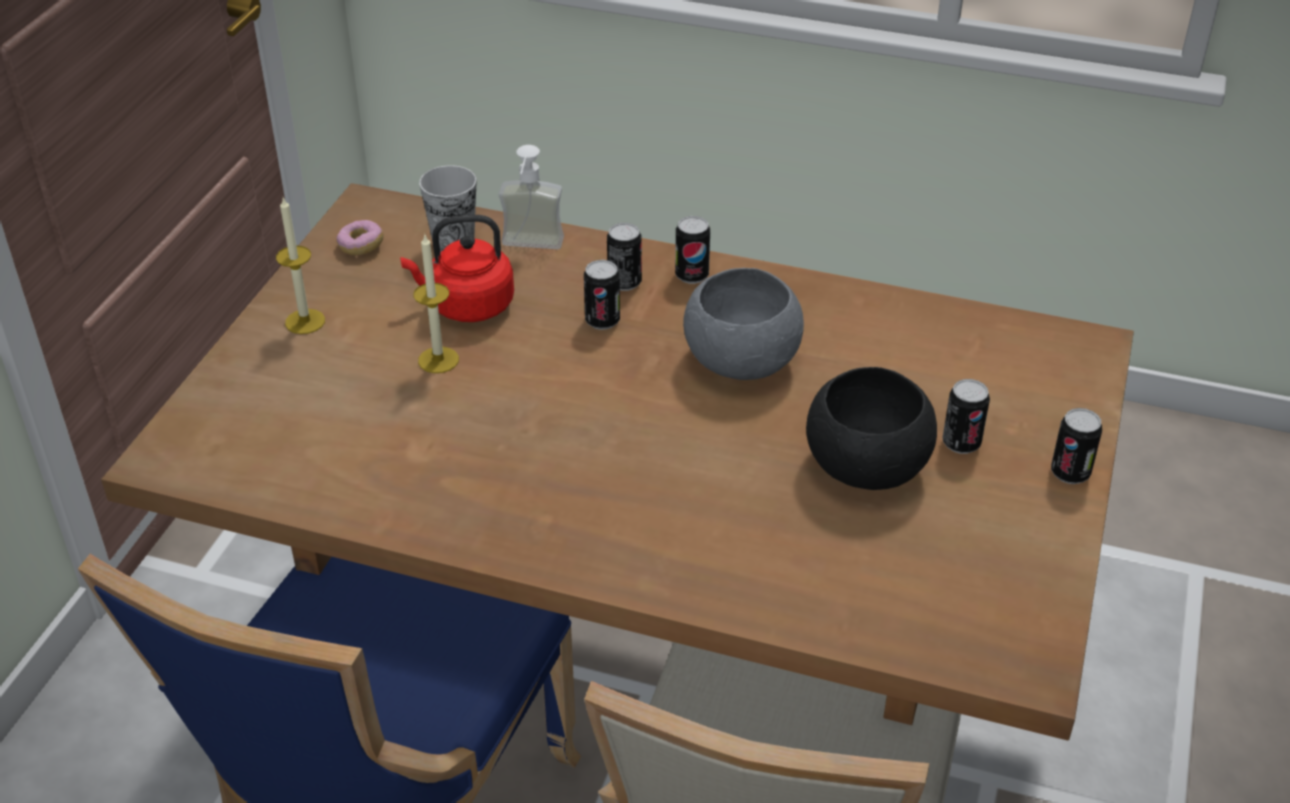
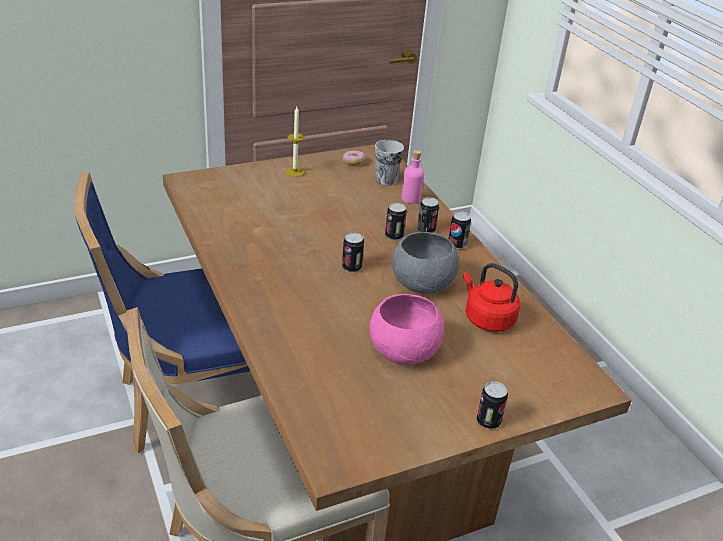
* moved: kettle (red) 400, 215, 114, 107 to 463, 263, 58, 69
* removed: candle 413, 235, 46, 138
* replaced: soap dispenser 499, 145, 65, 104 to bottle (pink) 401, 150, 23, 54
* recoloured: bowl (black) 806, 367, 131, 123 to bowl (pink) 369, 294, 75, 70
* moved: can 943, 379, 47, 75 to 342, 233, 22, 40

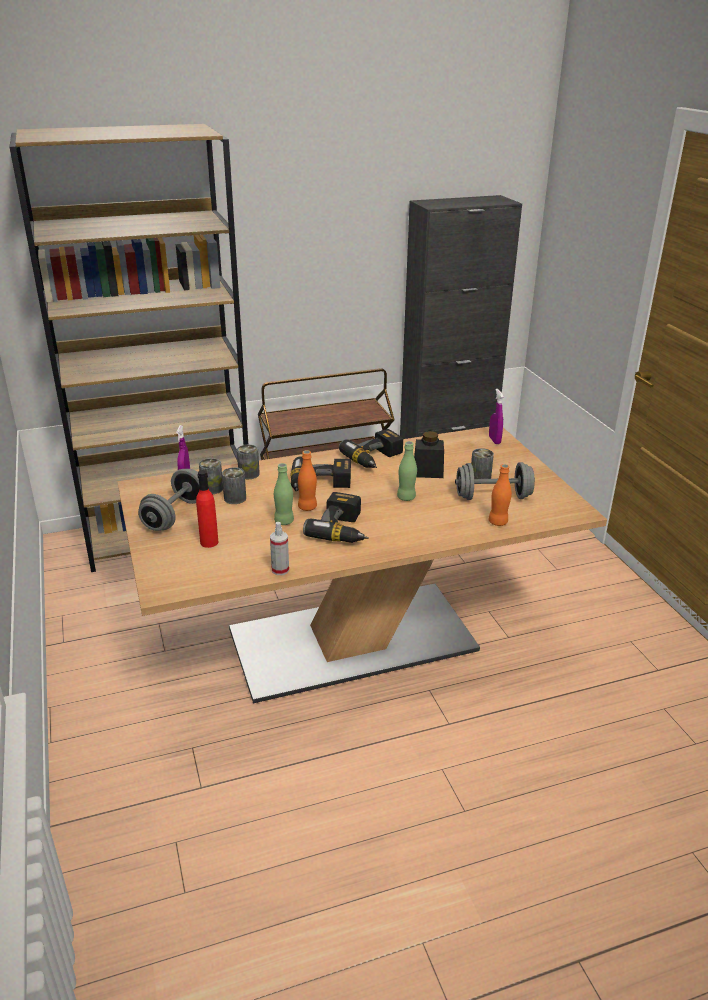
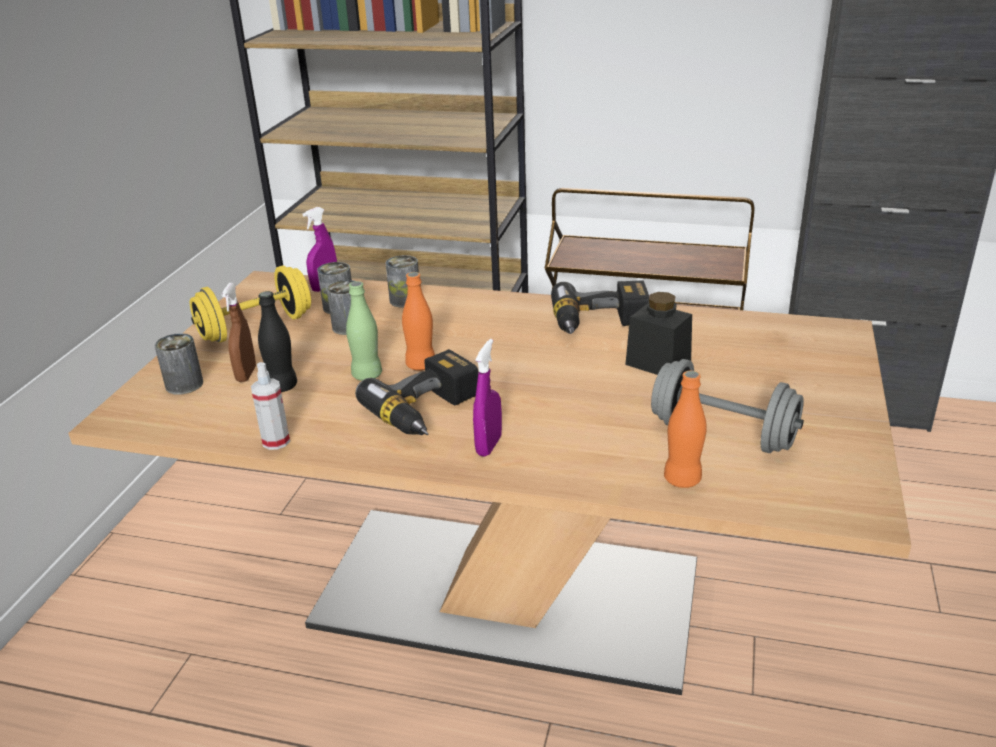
* recoloured: dumbbell (grey) 138, 469, 61, 62 to dumbbell (yellow) 190, 265, 121, 78
* replaced: bottle (red) 196, 470, 22, 78 to spray bottle (brown) 221, 283, 35, 99
* removed: power drill 290, 456, 61, 36
* removed: bottle (green) 397, 441, 20, 60
* moved: can 471, 448, 23, 31 to 155, 333, 48, 62
* moved: spray bottle (purple) 489, 389, 14, 55 to 473, 339, 29, 118
* added: bottle (black) 258, 291, 39, 101

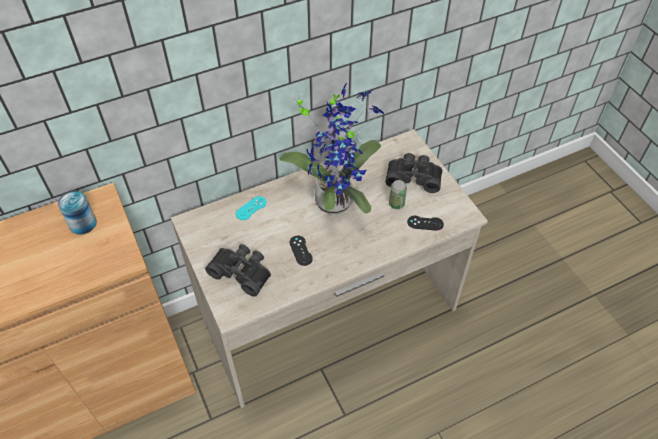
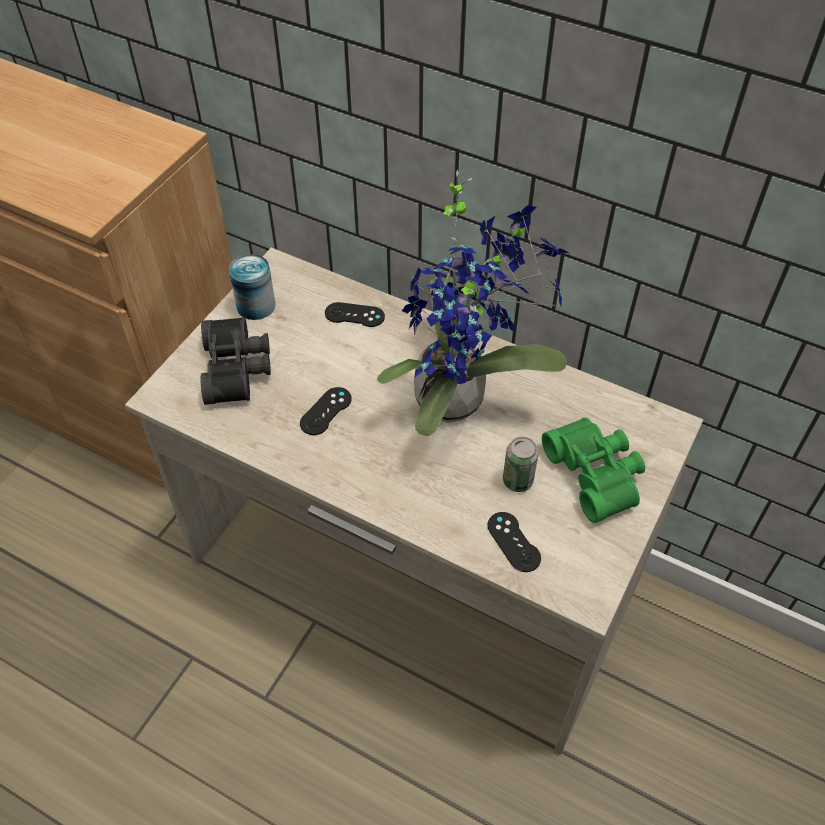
* moved: can 58, 191, 39, 44 to 229, 254, 46, 66
* recoloured: game controller (turquoise) 236, 196, 31, 24 to game controller (black) 325, 302, 60, 25
* recoloured: binoculars (black) 385, 153, 57, 40 to binoculars (green) 542, 417, 103, 106

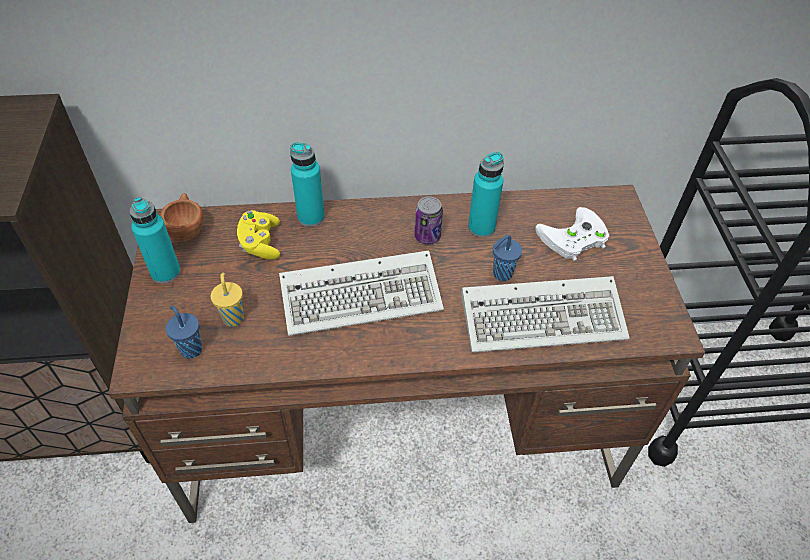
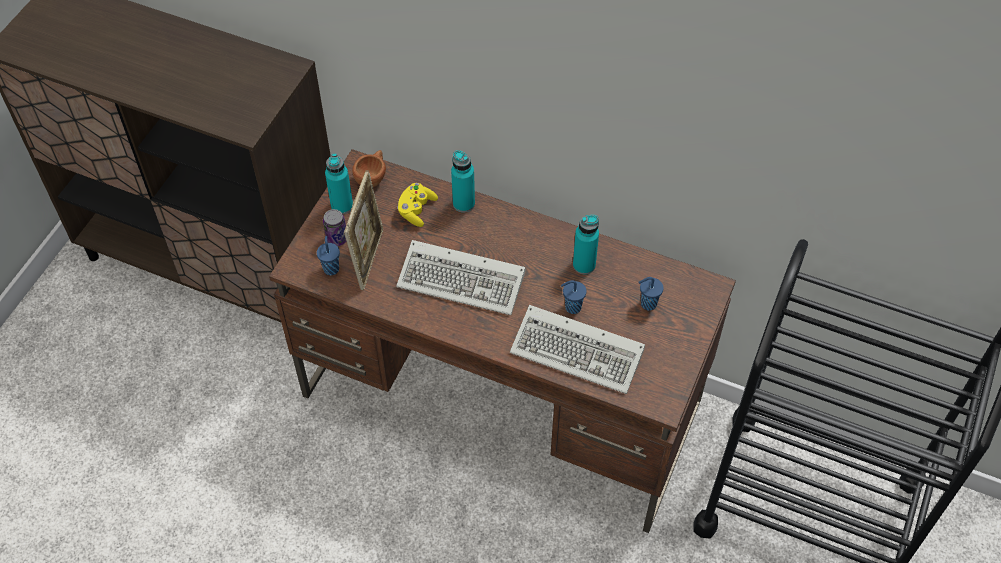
* replaced: cup (yellow) 210, 272, 34, 55 to picture frame 344, 170, 40, 120
* moved: can 414, 196, 29, 49 to 323, 209, 23, 37
* replaced: game controller (white) 536, 207, 73, 54 to cup (blue) 638, 277, 26, 34

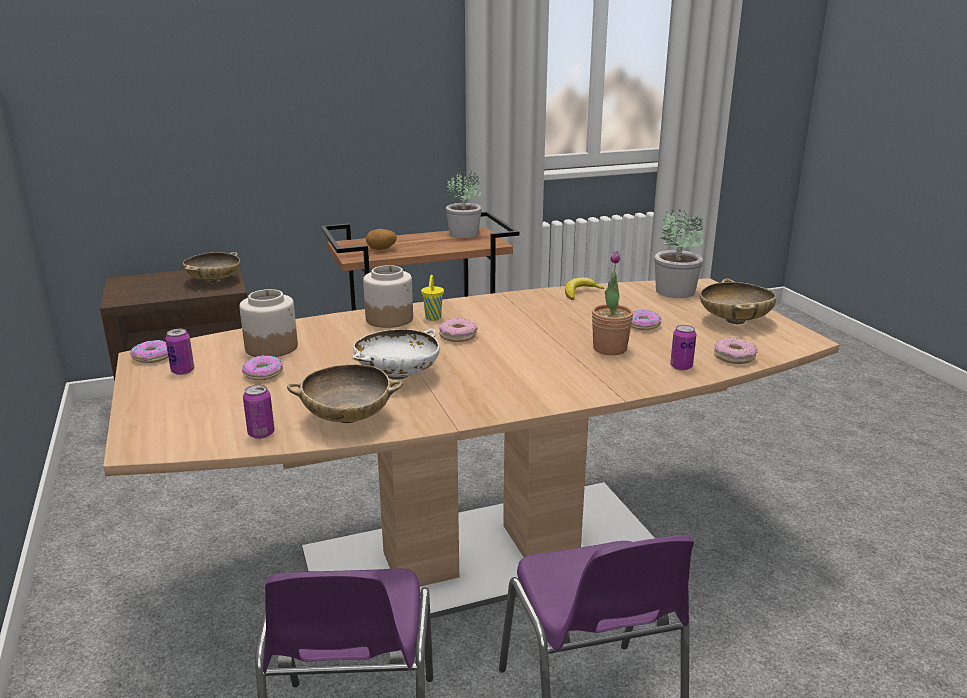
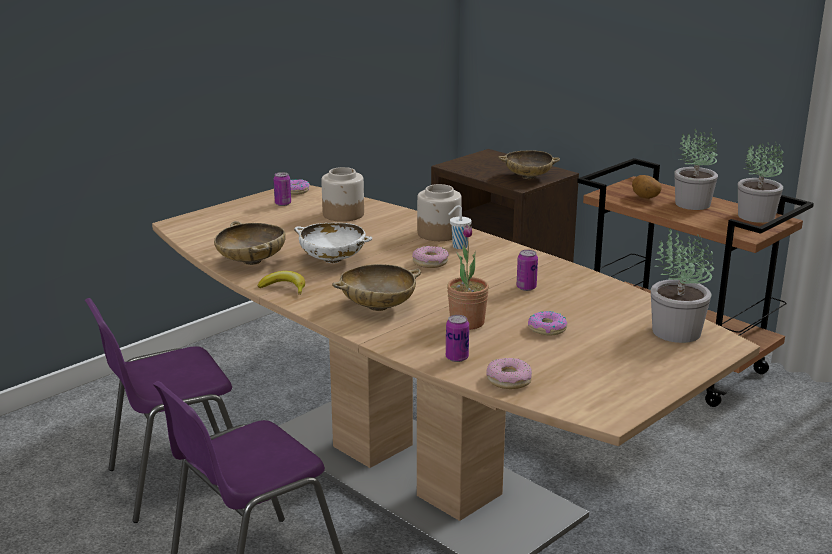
* removed: donut 242, 355, 41, 25
* moved: can 243, 385, 31, 54 to 517, 250, 21, 41
* recoloured: cup (yellow) 421, 275, 23, 46 to cup (white) 449, 205, 22, 44
* moved: banana 565, 277, 40, 23 to 258, 271, 47, 24
* moved: bowl (beige) 700, 279, 76, 45 to 332, 264, 89, 47
* added: potted plant 674, 128, 44, 82

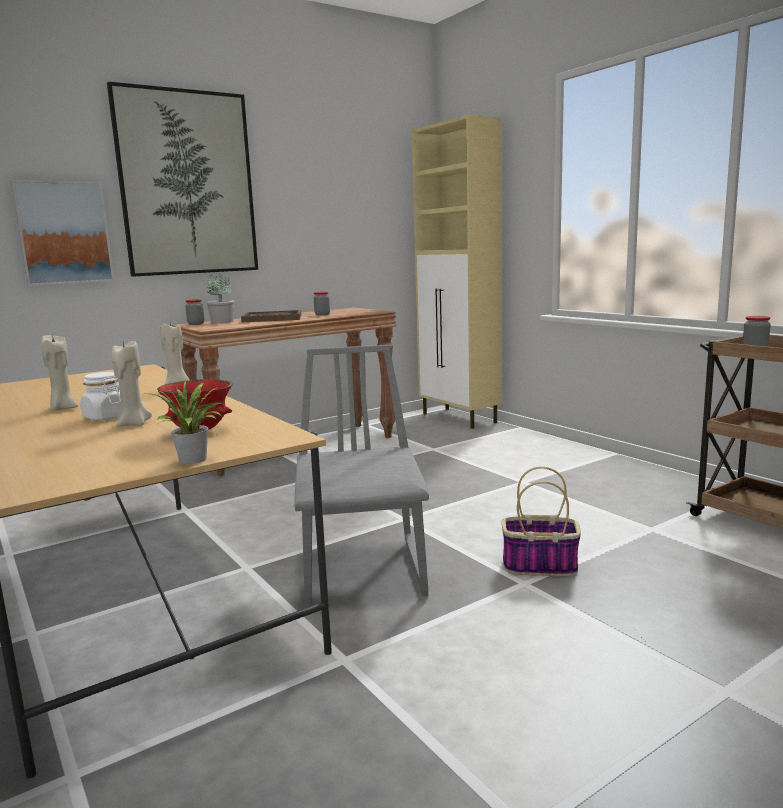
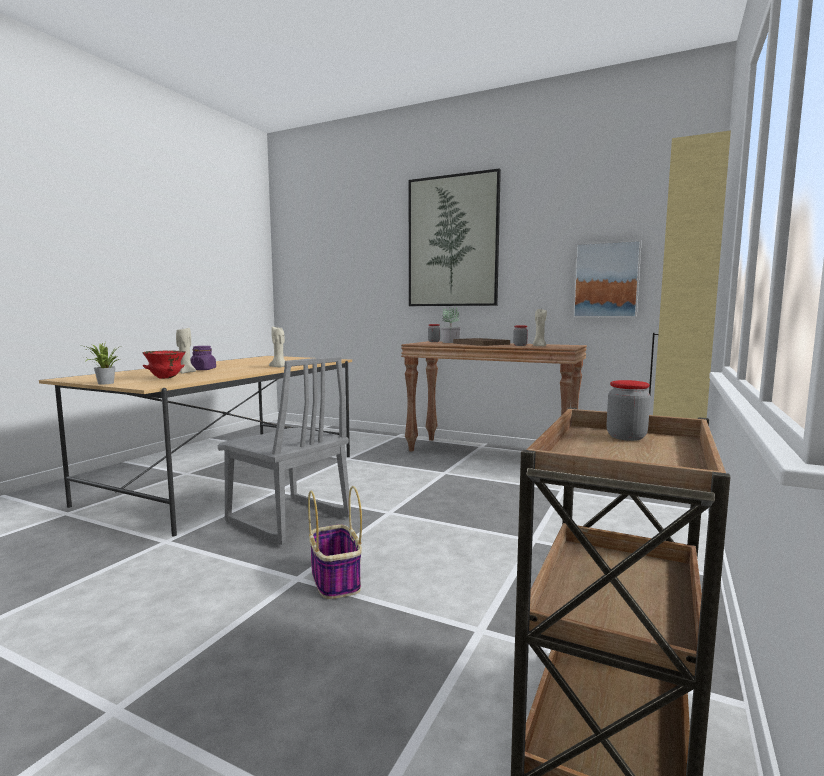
* moved: picture 11, 180, 104, 106 to 573, 240, 69, 78
* moved: candle (beige) 41, 334, 37, 76 to 533, 309, 14, 37
* recoloured: jar (white) 80, 372, 41, 48 to jar (purple) 190, 346, 26, 24
* turned: chair (grey) 294, 345, 135, 262 = 218, 356, 131, 189 75 degrees clockwise

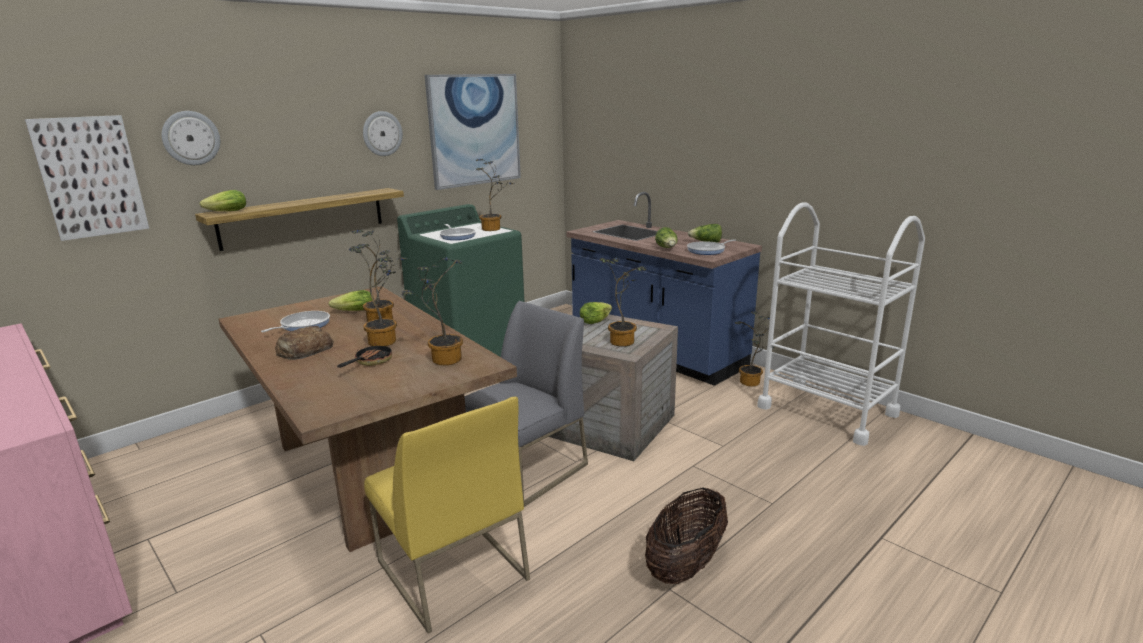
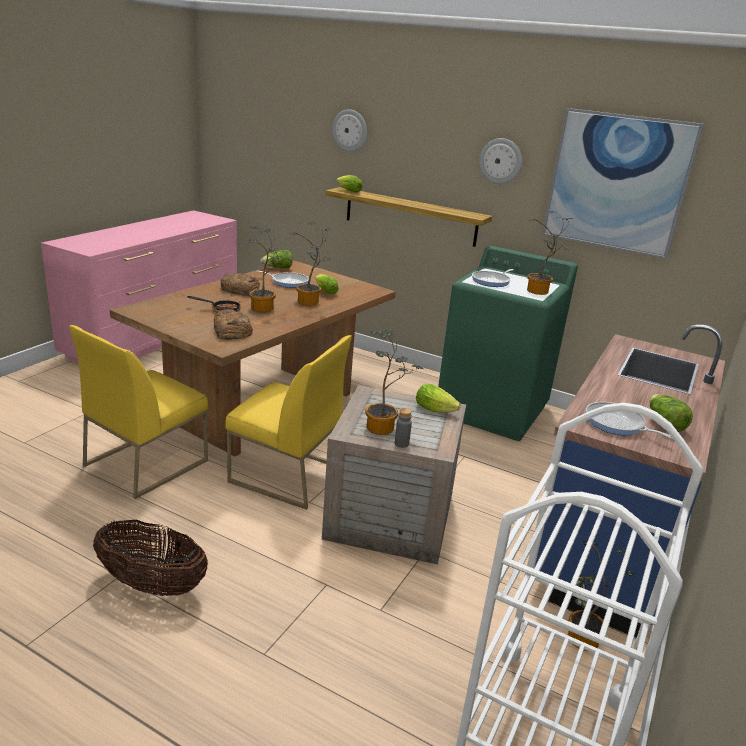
* removed: picture 25, 115, 124, 126
* replaced: potted plant 402, 258, 61, 107 to bread 214, 309, 39, 31
* recoloured: chair (grey) 464, 301, 124, 206 to chair (yellow) 225, 335, 127, 175
* moved: lettuce 655, 227, 23, 21 to 260, 250, 33, 18
* added: bottle (grey) 395, 408, 17, 40

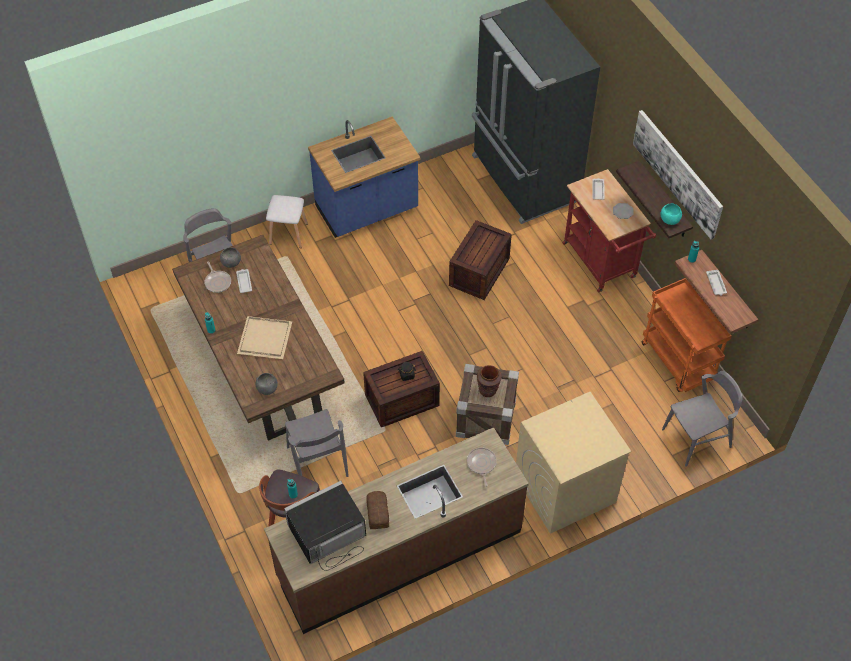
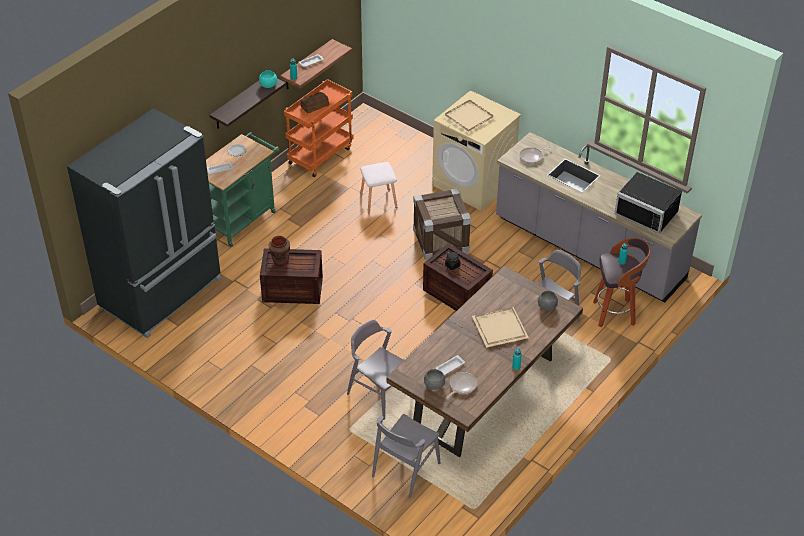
* recoloured: counter (brown) 264, 427, 265, 207 to counter (grey) 496, 132, 206, 171
* moved: stool (white) 266, 195, 42, 53 to 360, 162, 37, 52
* removed: counter (blue) 308, 116, 112, 122
* moved: bread 366, 491, 23, 38 to 301, 92, 28, 21
* moved: vase (brown) 477, 365, 25, 32 to 269, 236, 21, 31
* recoloured: cart (red) 563, 169, 93, 123 to cart (green) 206, 132, 73, 115
* removed: picture 633, 110, 90, 130
* moved: chair (grey) 662, 371, 81, 96 to 347, 320, 57, 100
* added: tray (beige) 442, 100, 55, 34

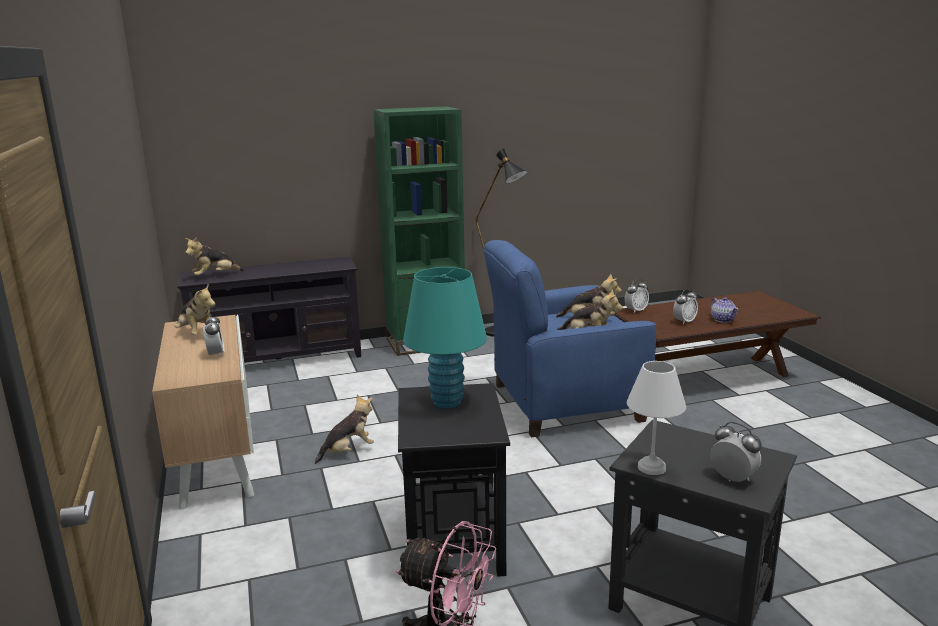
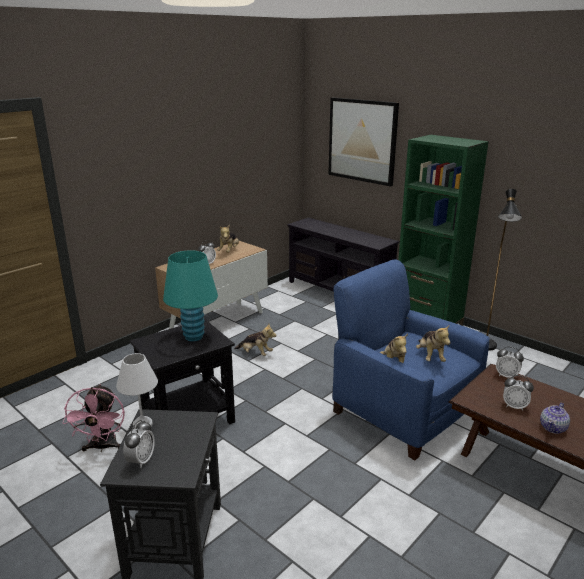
* removed: plush toy 185, 237, 59, 39
* added: picture 328, 97, 71, 90

